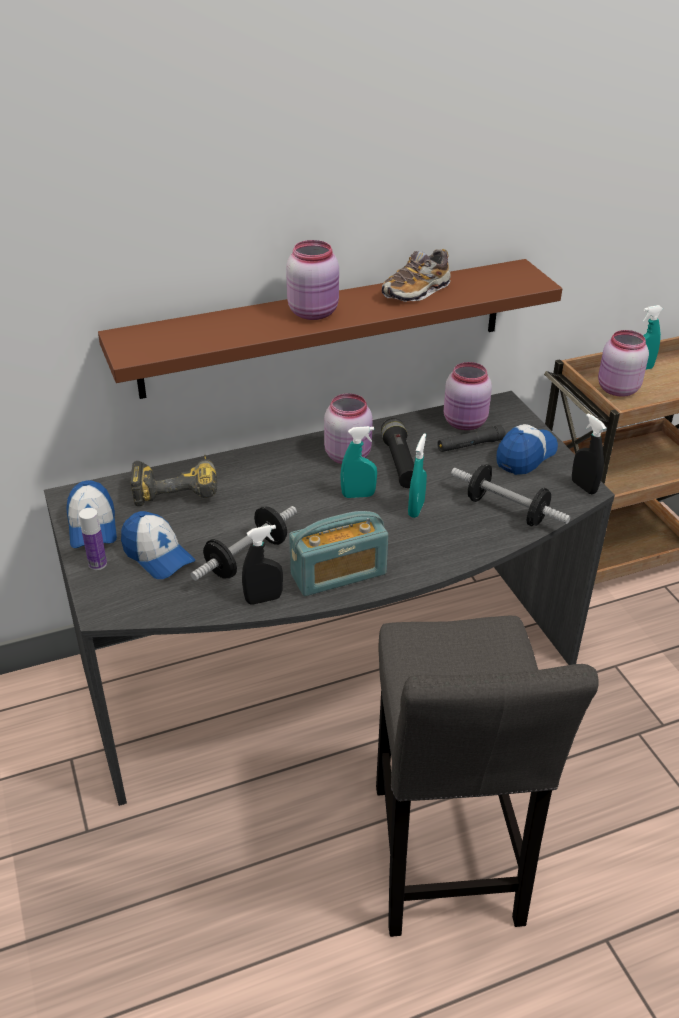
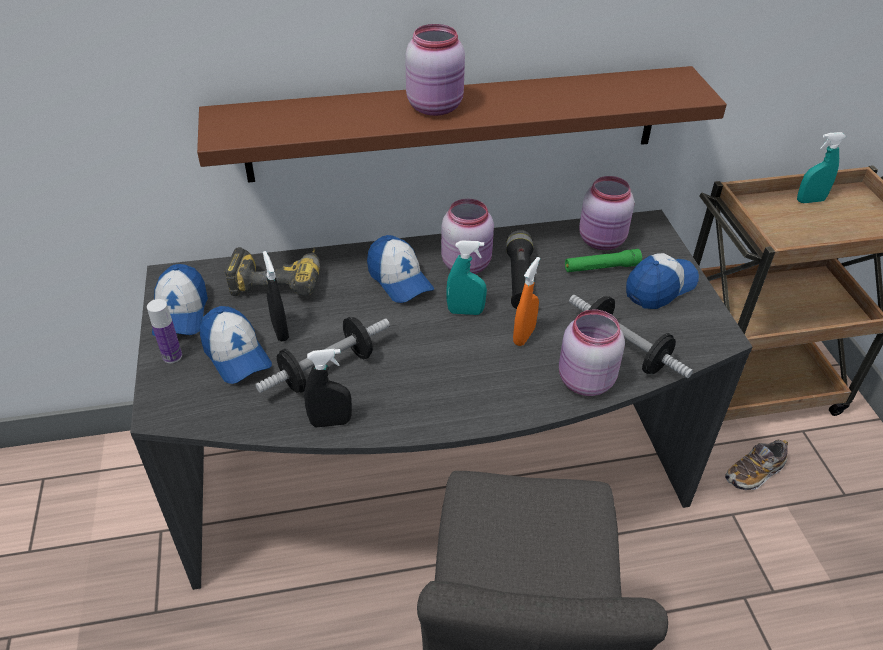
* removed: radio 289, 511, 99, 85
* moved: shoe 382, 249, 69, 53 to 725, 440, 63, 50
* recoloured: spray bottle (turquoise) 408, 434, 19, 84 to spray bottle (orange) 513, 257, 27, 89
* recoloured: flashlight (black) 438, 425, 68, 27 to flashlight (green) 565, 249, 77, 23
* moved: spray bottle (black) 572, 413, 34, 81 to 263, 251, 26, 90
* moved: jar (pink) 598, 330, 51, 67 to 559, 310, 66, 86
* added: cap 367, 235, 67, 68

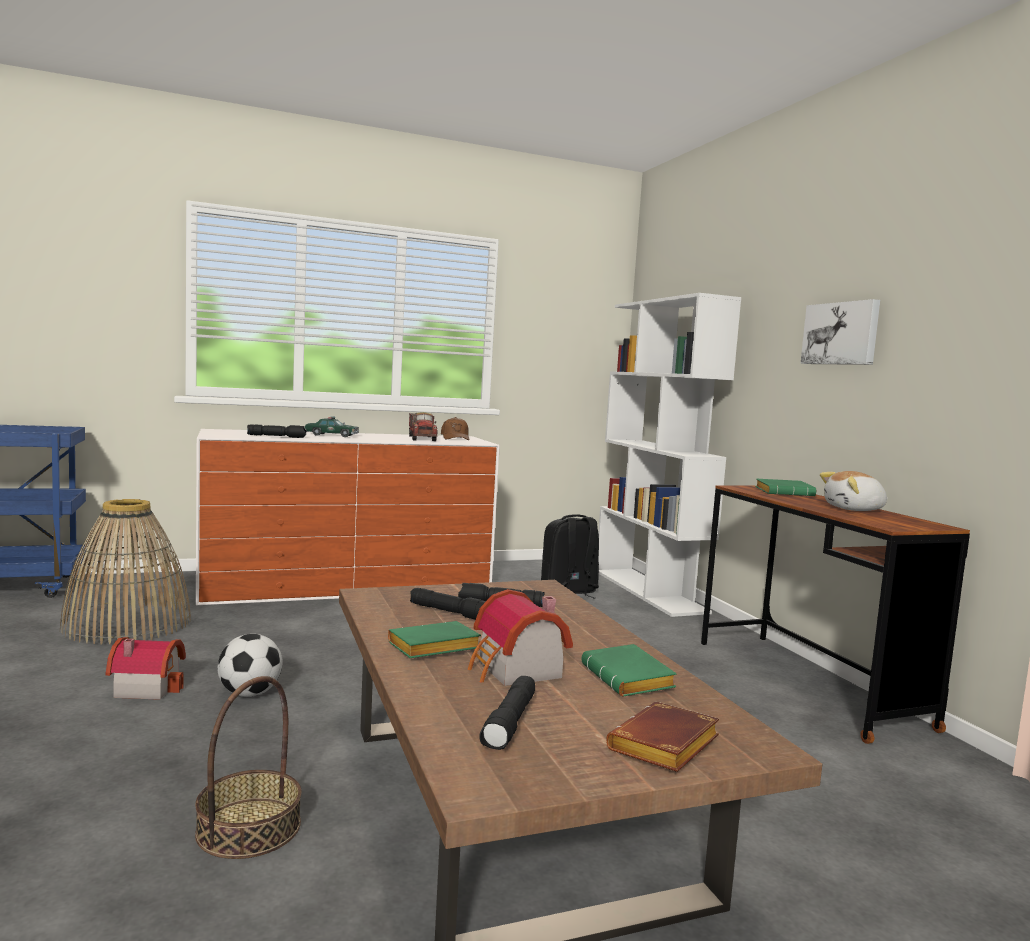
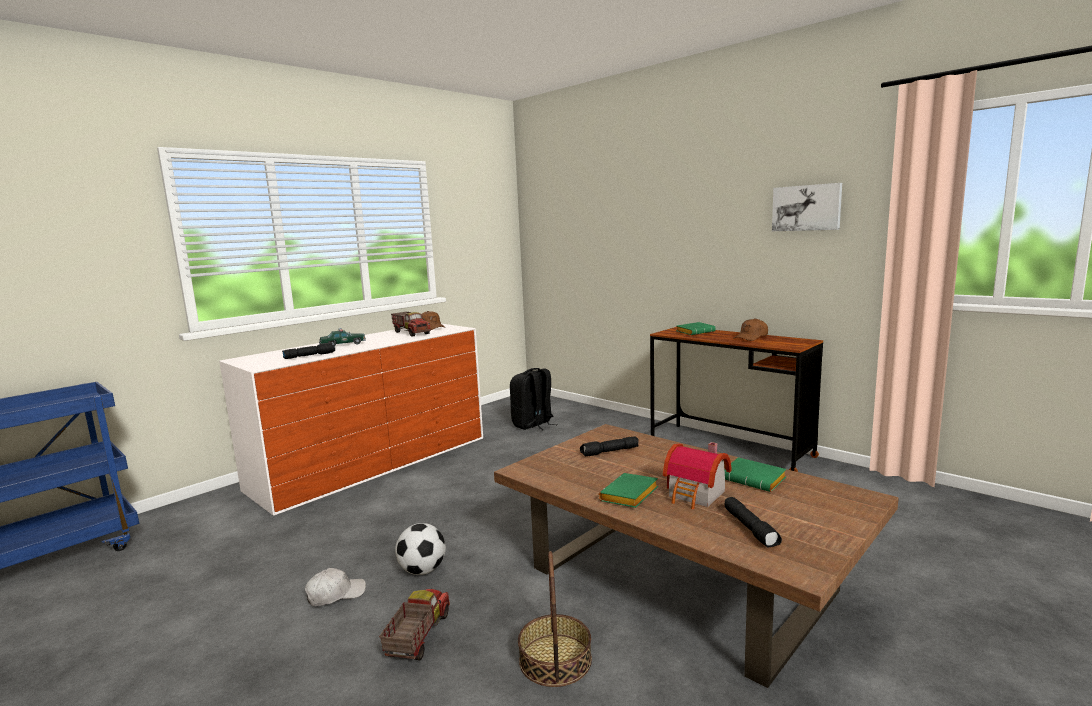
* removed: basket 60, 499, 131, 146
* replaced: toy house 106, 637, 80, 63 to cap (white) 305, 568, 61, 38
* removed: flashlight (black) 410, 588, 76, 32
* removed: bookcase (white) 598, 293, 143, 324
* removed: book (brown) 606, 702, 113, 70
* moved: picture 800, 299, 80, 66 to 772, 183, 70, 48
* replaced: plush toy 820, 471, 68, 40 to cap (brown) 734, 318, 34, 23
* added: toy truck 379, 589, 71, 71

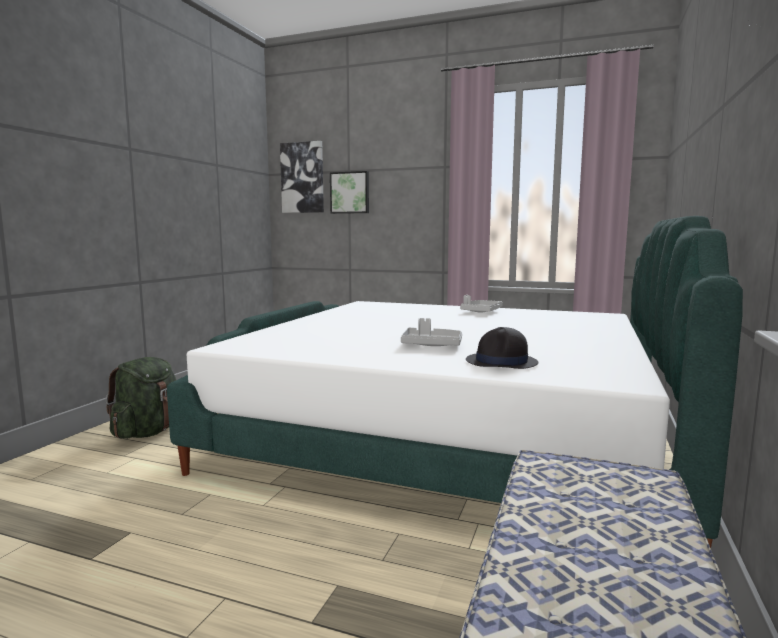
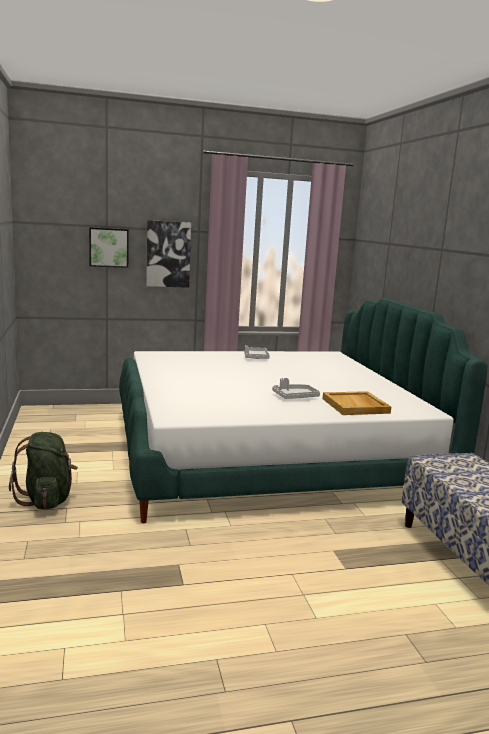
* moved: picture 280, 141, 44, 72 to 146, 220, 45, 68
* replaced: hat (black) 466, 327, 72, 42 to tray (beige) 323, 391, 68, 24

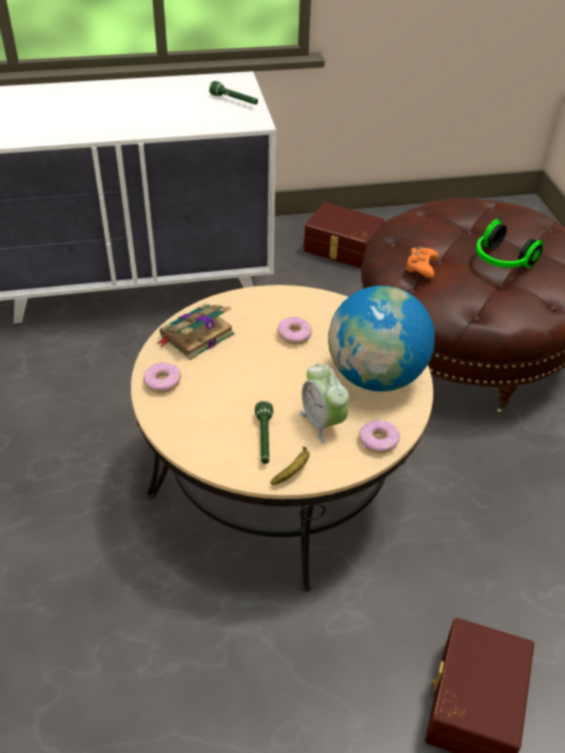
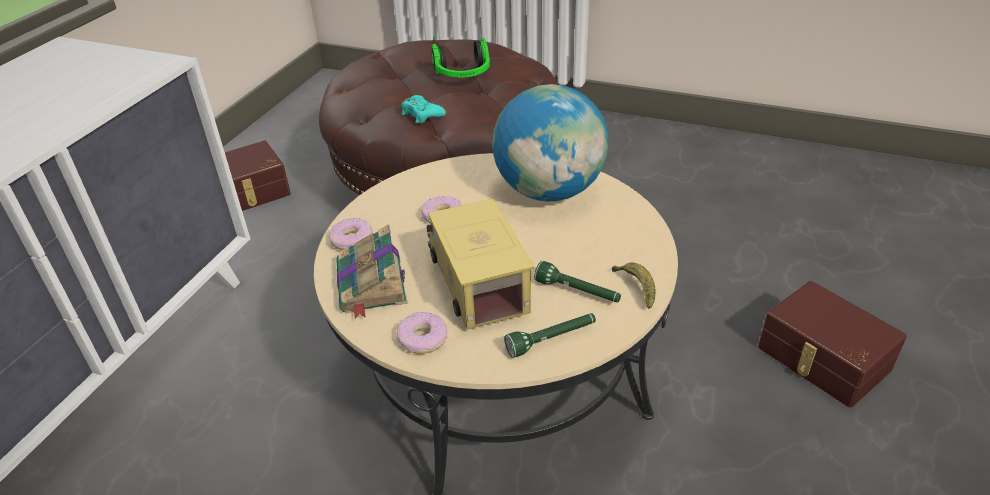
* moved: flashlight (green) 209, 81, 49, 24 to 504, 313, 92, 45
* removed: alarm clock 300, 363, 49, 80
* moved: donut 359, 420, 41, 33 to 329, 218, 44, 32
* recoloured: game controller (orange) 405, 246, 34, 32 to game controller (turquoise) 401, 95, 45, 28
* added: toy truck 427, 199, 107, 130

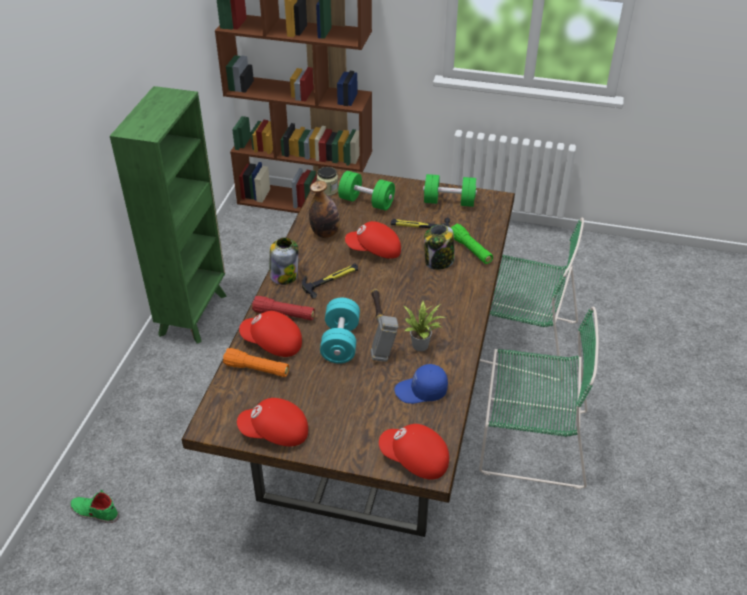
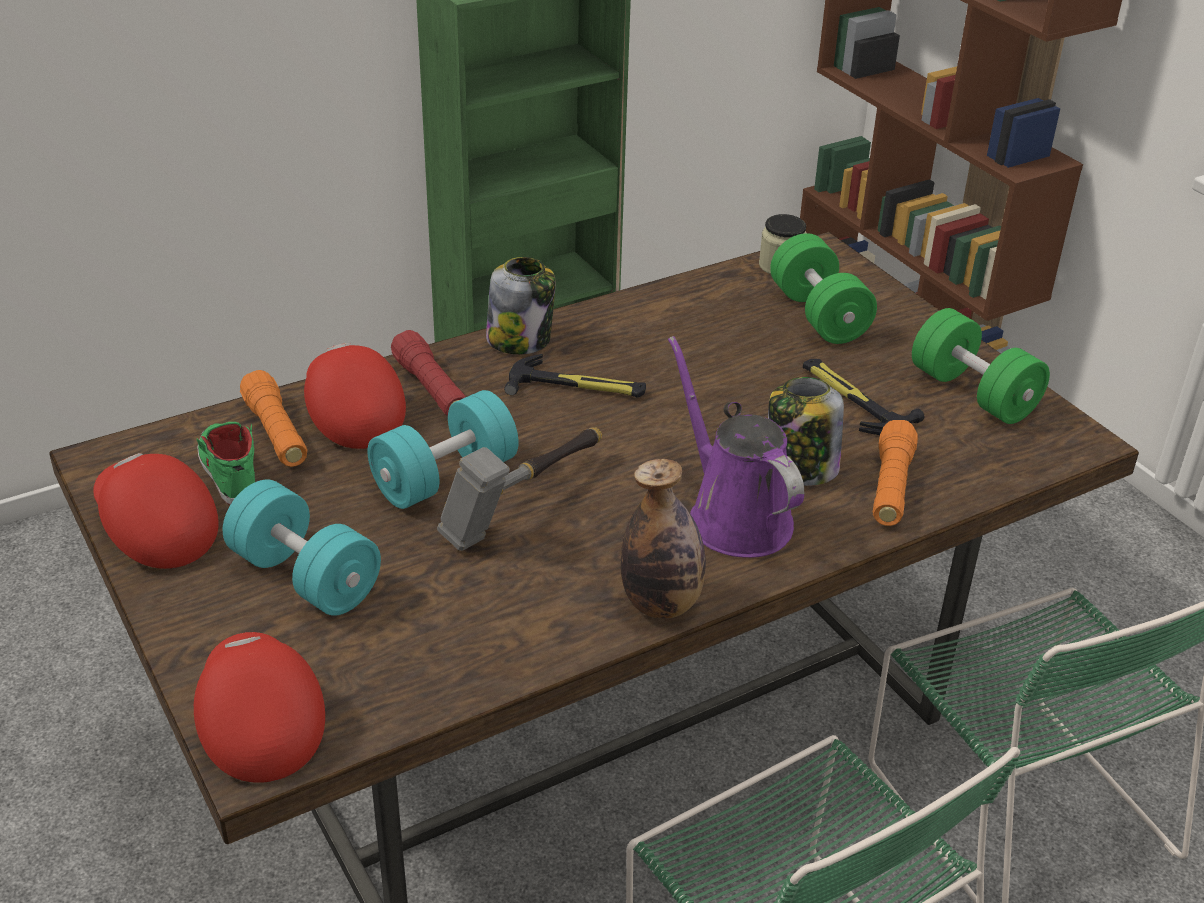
* moved: shoe (green) 70, 490, 49, 33 to 196, 422, 59, 83
* moved: bottle 309, 181, 31, 57 to 621, 459, 85, 160
* removed: cap (red) 345, 221, 56, 38
* removed: cap (blue) 395, 364, 53, 40
* removed: potted plant 404, 301, 42, 50
* recoloured: flashlight (green) 451, 224, 42, 40 to flashlight (orange) 873, 420, 45, 106
* added: dumbbell (turquoise) 223, 479, 158, 137
* added: watering can (purple) 668, 336, 136, 222

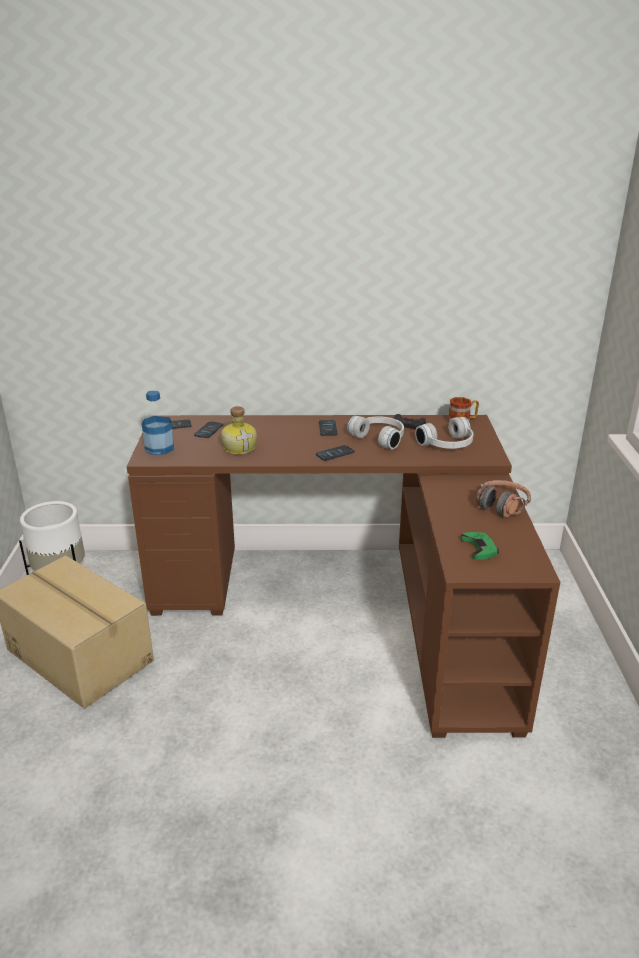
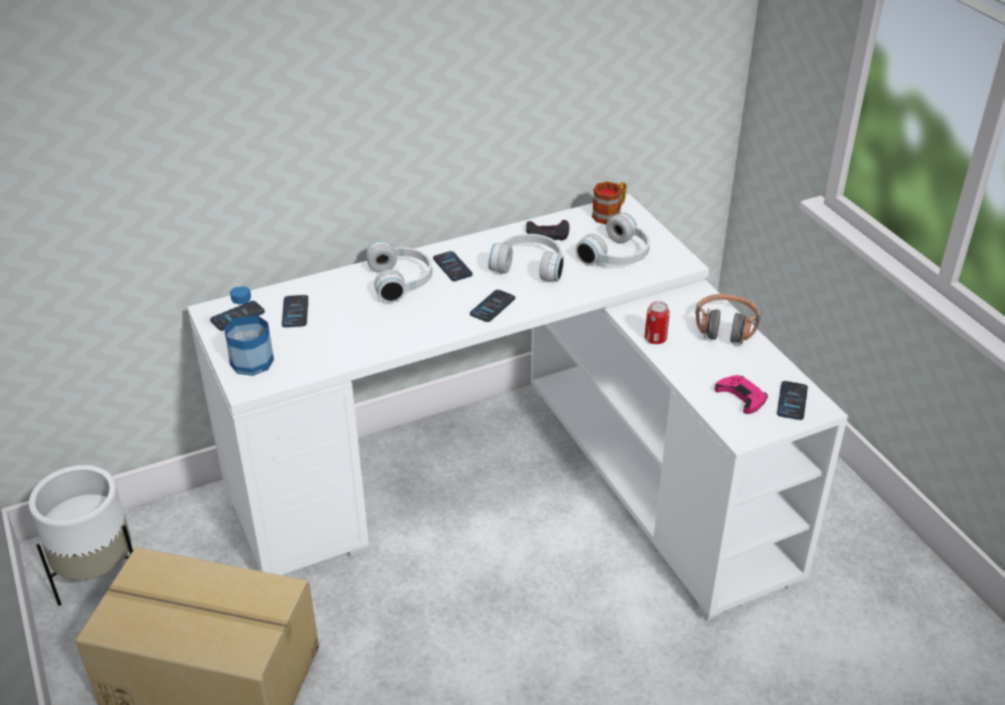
* recoloured: desk (brown) 127, 415, 433, 323 to desk (white) 187, 194, 661, 427
* removed: bottle 221, 406, 36, 49
* recoloured: game controller (green) 461, 532, 38, 28 to game controller (pink) 715, 375, 53, 39
* added: headphones (white) 367, 240, 65, 63
* added: can 645, 301, 25, 43
* added: phone 777, 381, 31, 39

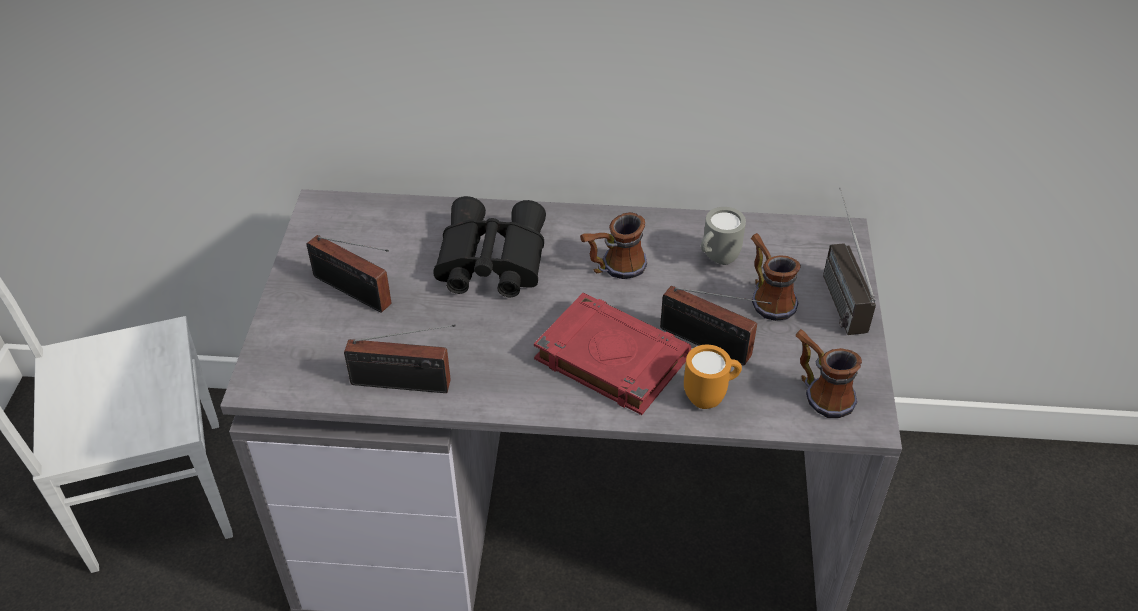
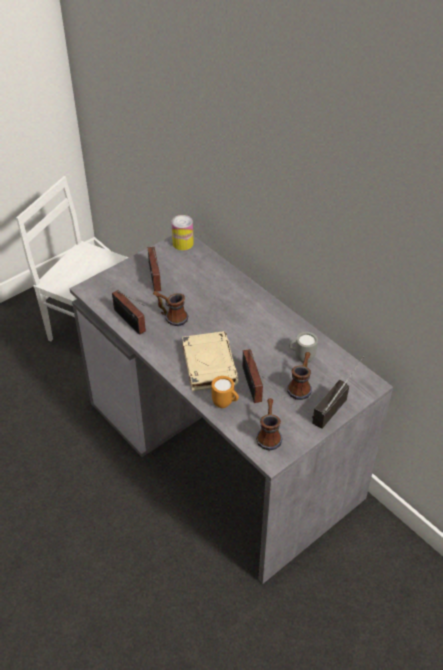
* removed: binoculars (black) 433, 196, 113, 101
* recoloured: book (red) 534, 293, 157, 122 to book (beige) 182, 331, 57, 60
* moved: mug 580, 212, 67, 67 to 153, 291, 35, 35
* added: can 171, 215, 23, 35

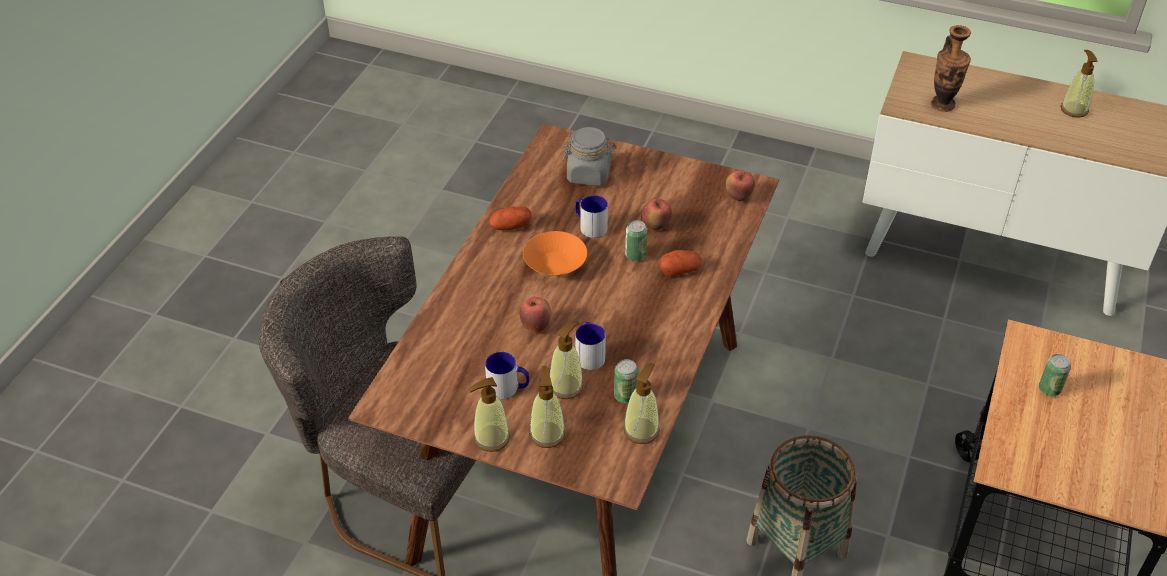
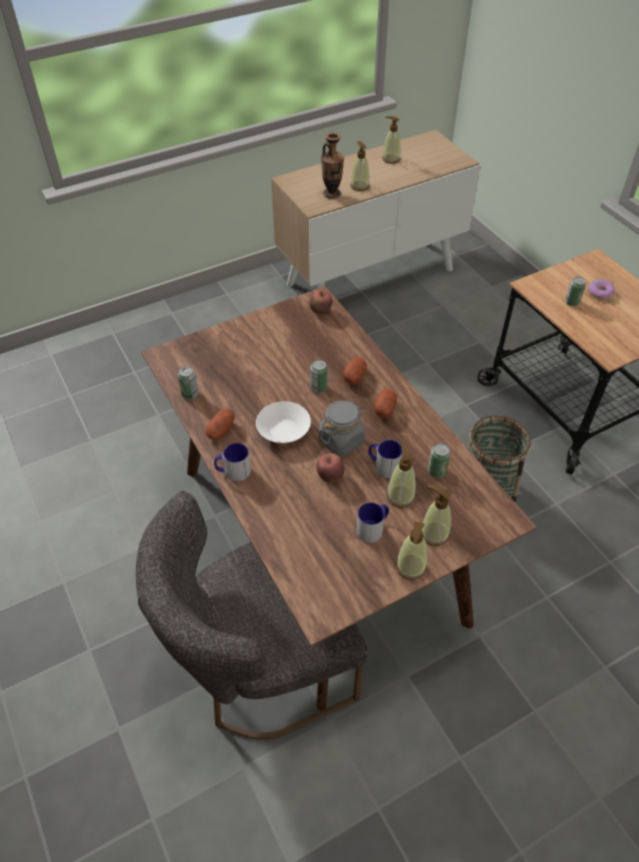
* recoloured: bowl (orange) 523, 231, 64, 45 to bowl (white) 256, 402, 55, 41
* moved: jar (grey) 562, 127, 55, 59 to 319, 400, 46, 56
* moved: mug 575, 195, 33, 43 to 214, 443, 37, 38
* moved: soap dispenser 623, 363, 37, 81 to 350, 141, 20, 50
* removed: apple 641, 198, 31, 32
* added: can 178, 366, 21, 33
* added: potato 375, 389, 22, 29
* added: donut 588, 279, 27, 21

